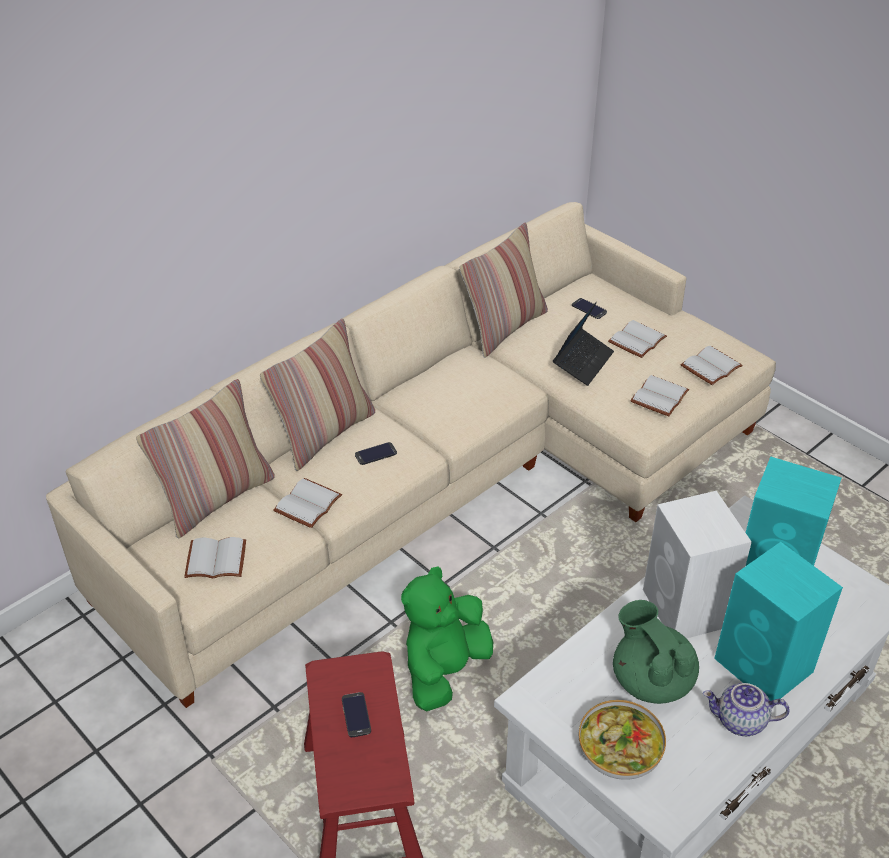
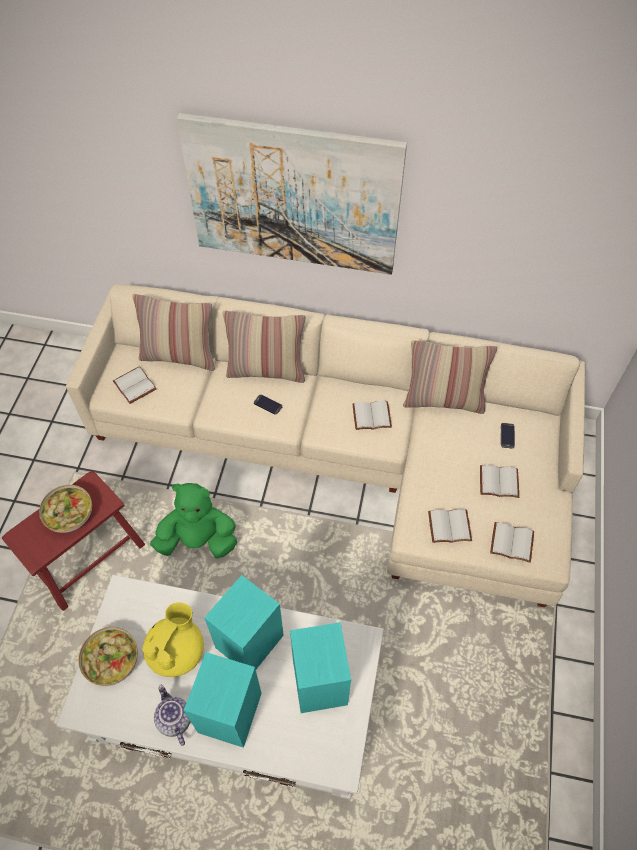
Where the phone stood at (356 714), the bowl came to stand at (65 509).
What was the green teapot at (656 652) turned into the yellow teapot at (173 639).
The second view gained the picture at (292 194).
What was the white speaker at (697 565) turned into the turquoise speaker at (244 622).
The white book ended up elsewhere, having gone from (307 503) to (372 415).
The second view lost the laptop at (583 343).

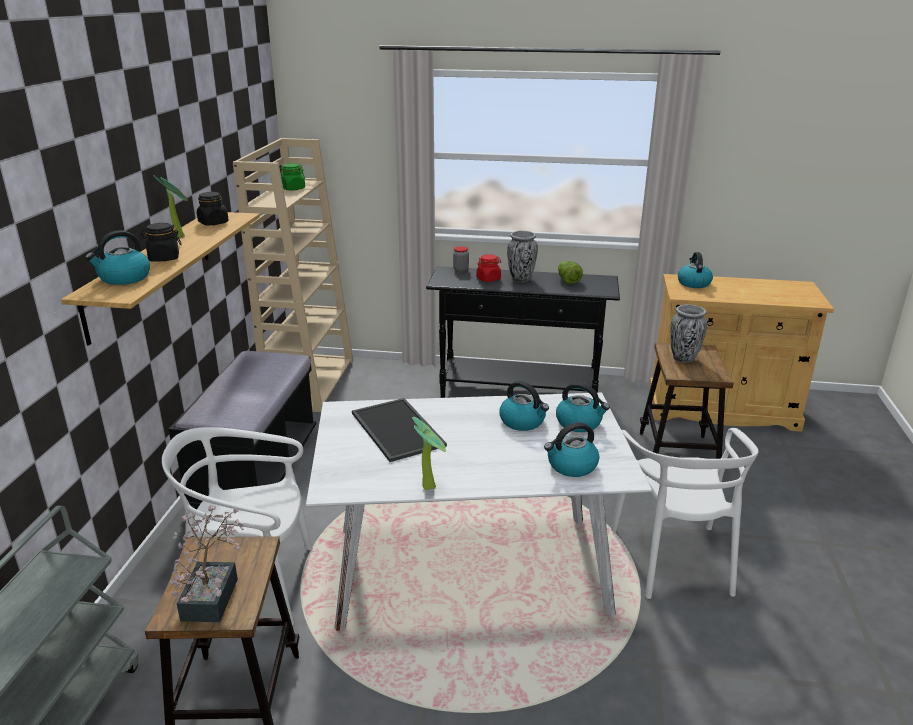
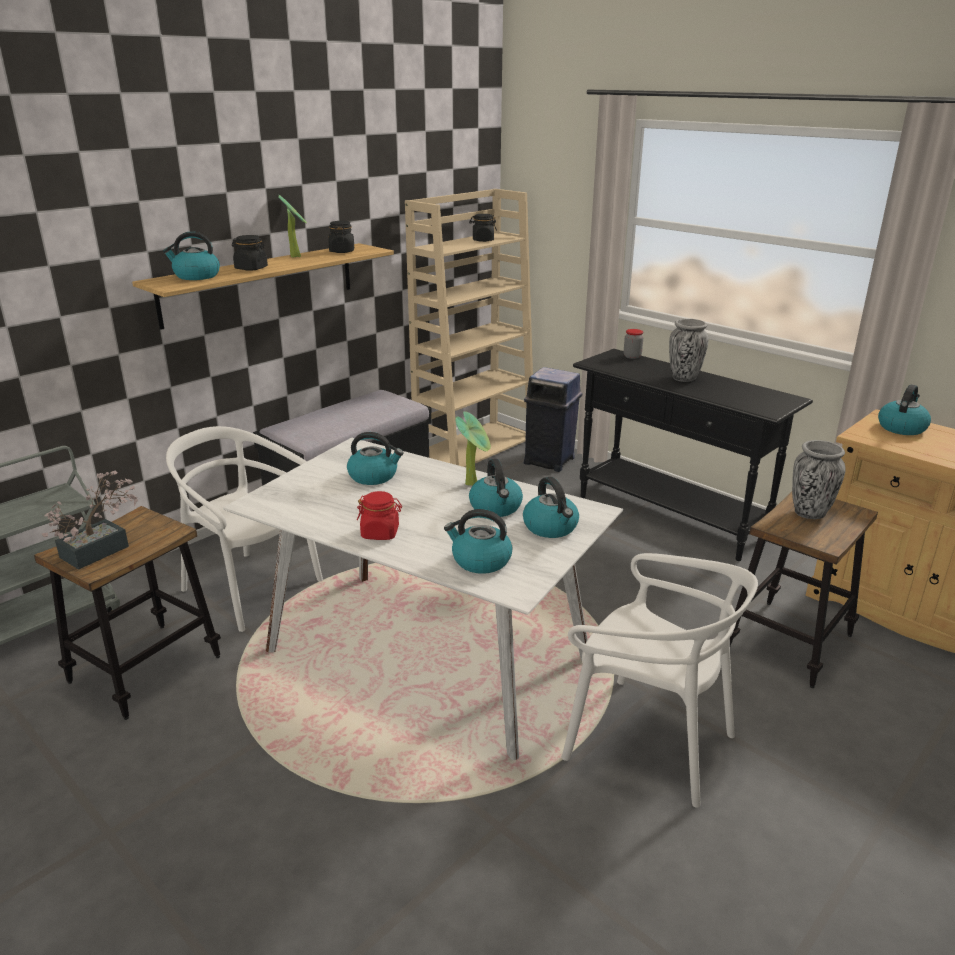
Where the tray stood at (399 430), the kettle came to stand at (375 458).
The red jar ended up elsewhere, having gone from (489 268) to (379 515).
The potted plant ended up elsewhere, having gone from (429 453) to (473 448).
What was the green jar at (292 177) turned into the black jar at (483 228).
The second view gained the blue trash can at (553 419).
The white chair at (684 513) ended up facing another way, 90 degrees counterclockwise from before.
The second view lost the lettuce at (570 272).

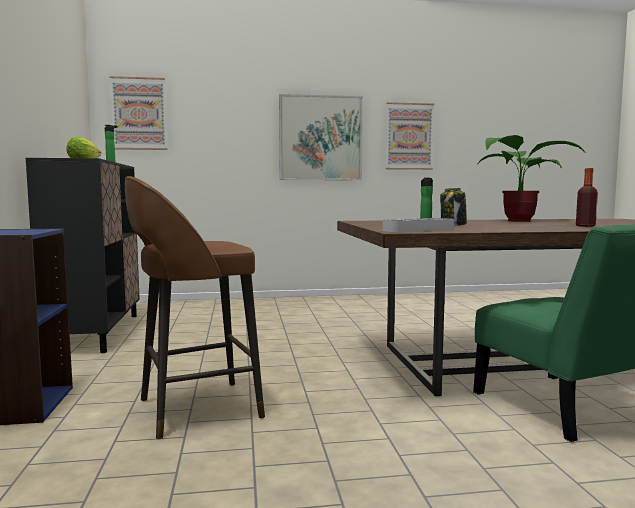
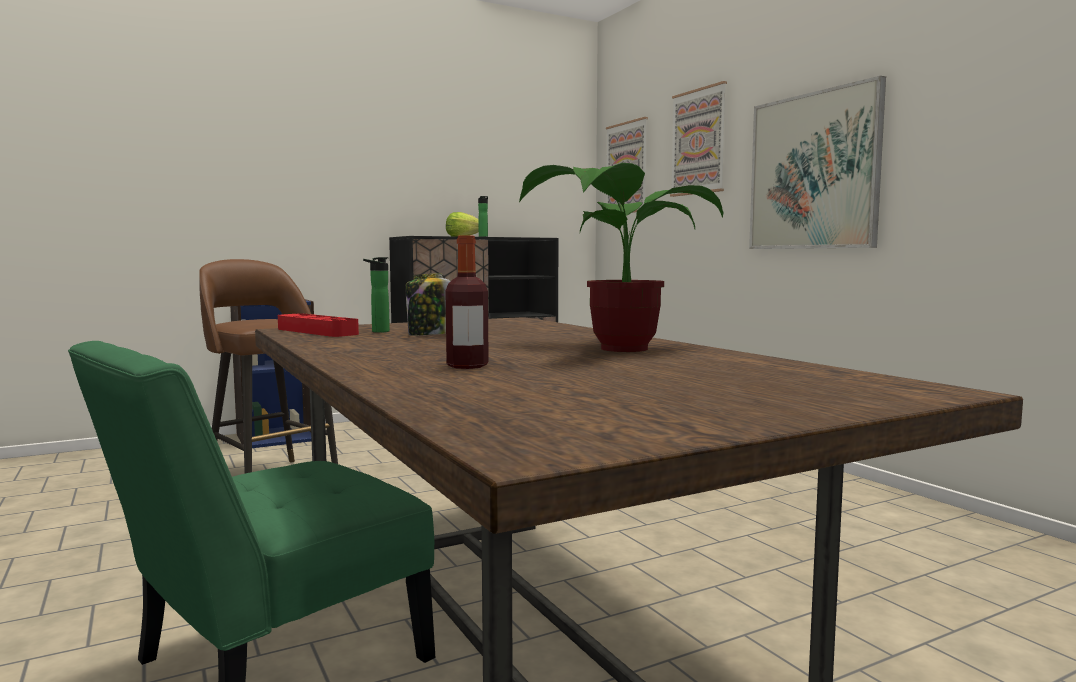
What was the grey tray at (418 225) turned into the red tray at (318 325).
The picture ended up elsewhere, having gone from (410 136) to (698 139).

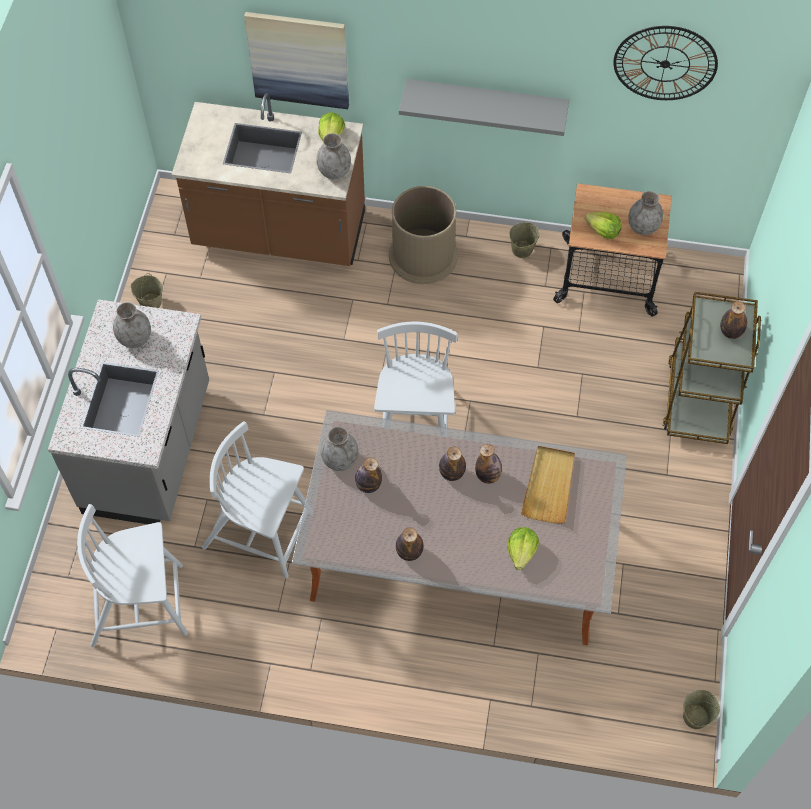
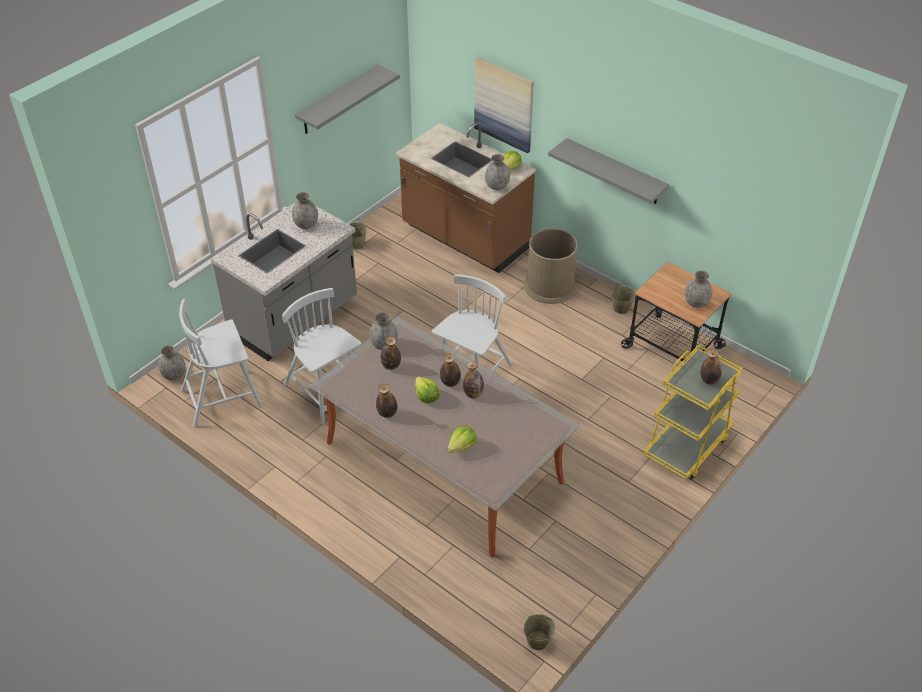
The second view gained the grey vase at (171 362).
The white chair at (132 575) ended up facing another way, 45 degrees counterclockwise from before.
The second view gained the grey shelf at (347 99).
The lettuce ended up elsewhere, having gone from (603 225) to (427 390).
What was the brown cart at (712 368) turned into the yellow cart at (693 412).
The second view lost the beige tray at (548 485).
The second view lost the wall clock at (665 63).

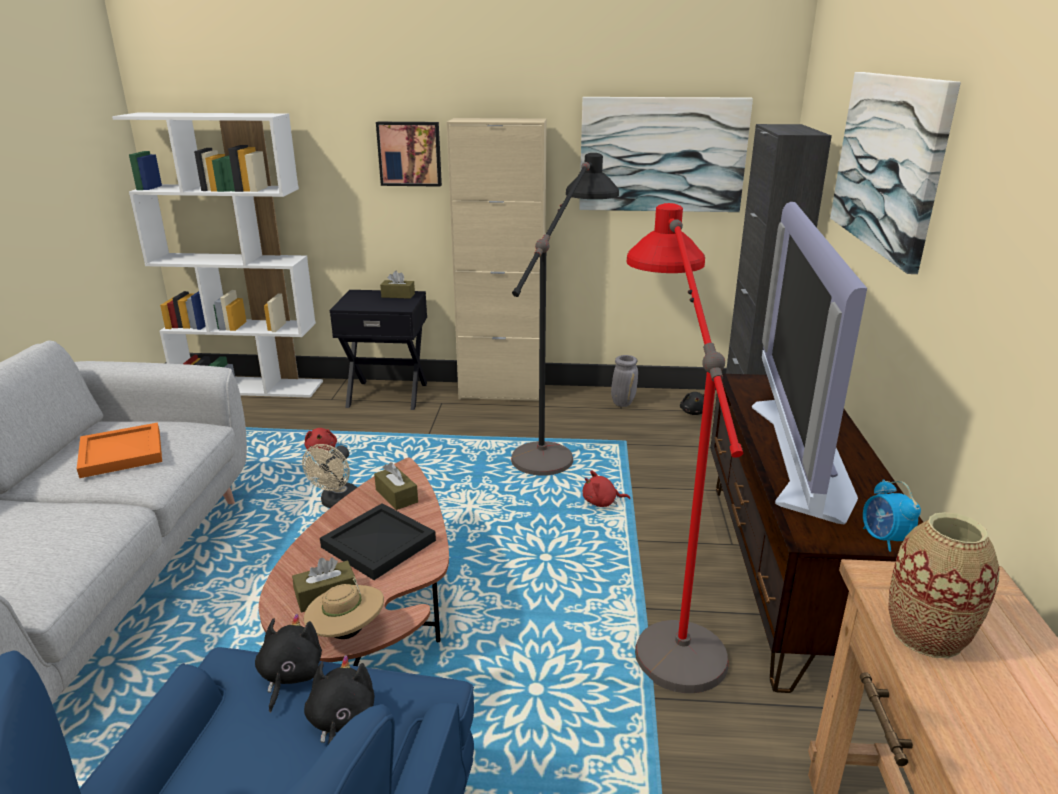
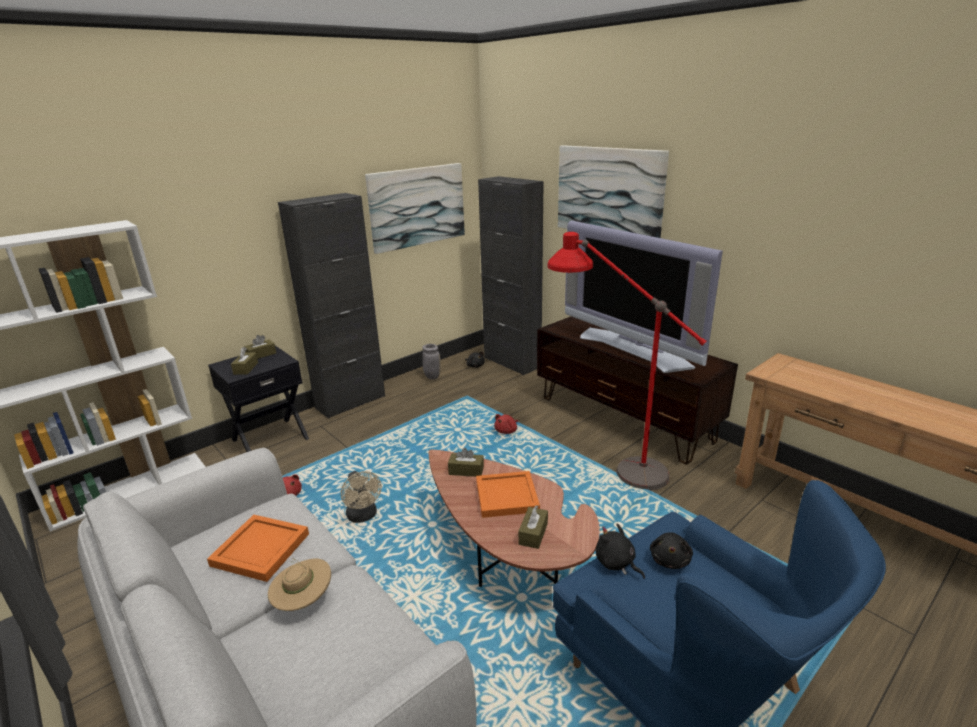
The second view gained the brown tissue box at (244 361).
The beige hat ended up elsewhere, having gone from (344 607) to (299 585).
What was the beige cabinet at (497 259) turned into the black cabinet at (331 306).
What was the black tray at (378 541) turned into the orange tray at (508 494).
The black plush toy at (339 699) ended up facing another way, 120 degrees counterclockwise from before.
The second view lost the picture at (409 154).
The second view lost the black floor lamp at (565 314).
The second view lost the alarm clock at (892 515).
The second view lost the vase at (944 585).

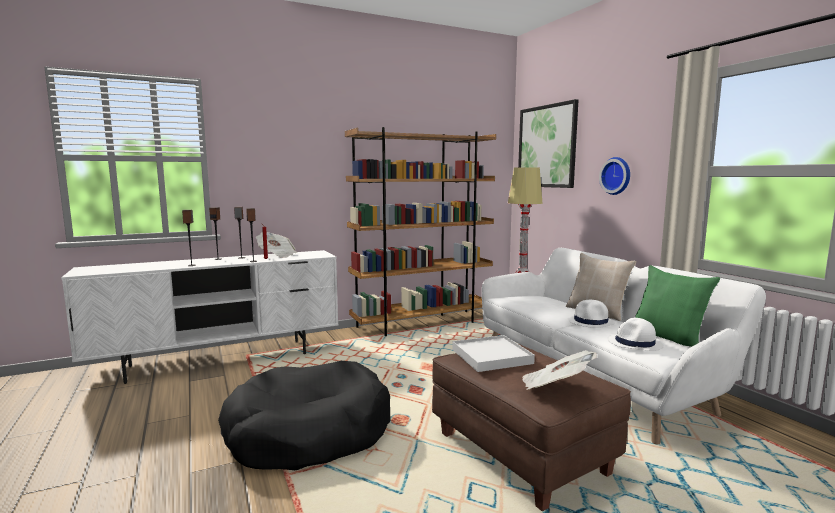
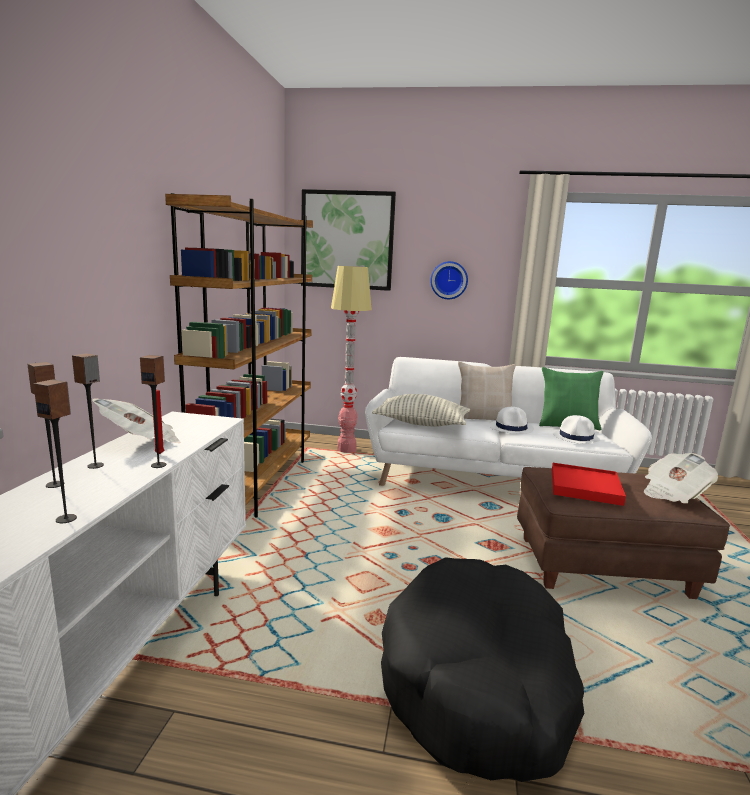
The second view gained the pillow at (421 410).
What was the white tray at (493 353) turned into the red tray at (589 484).

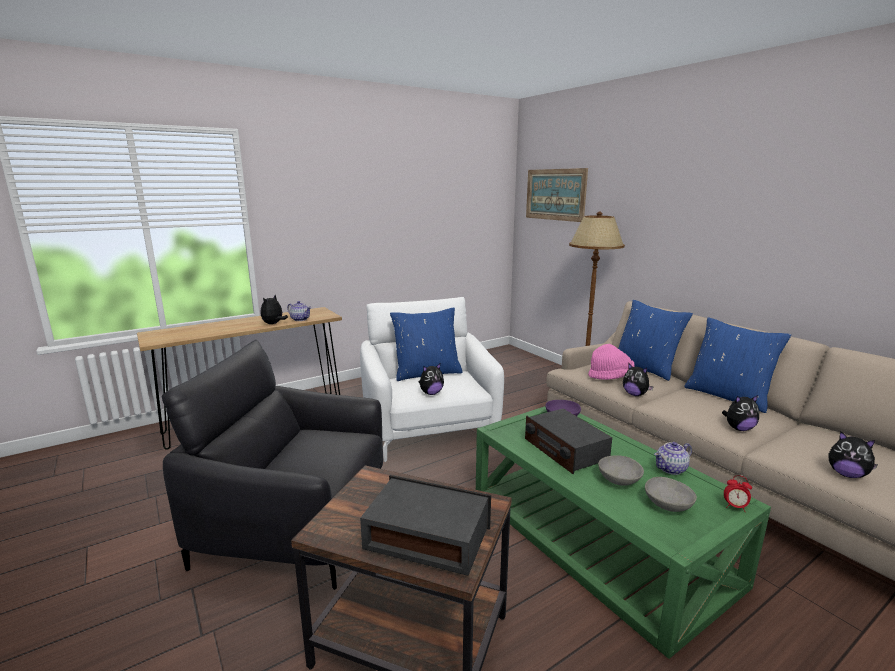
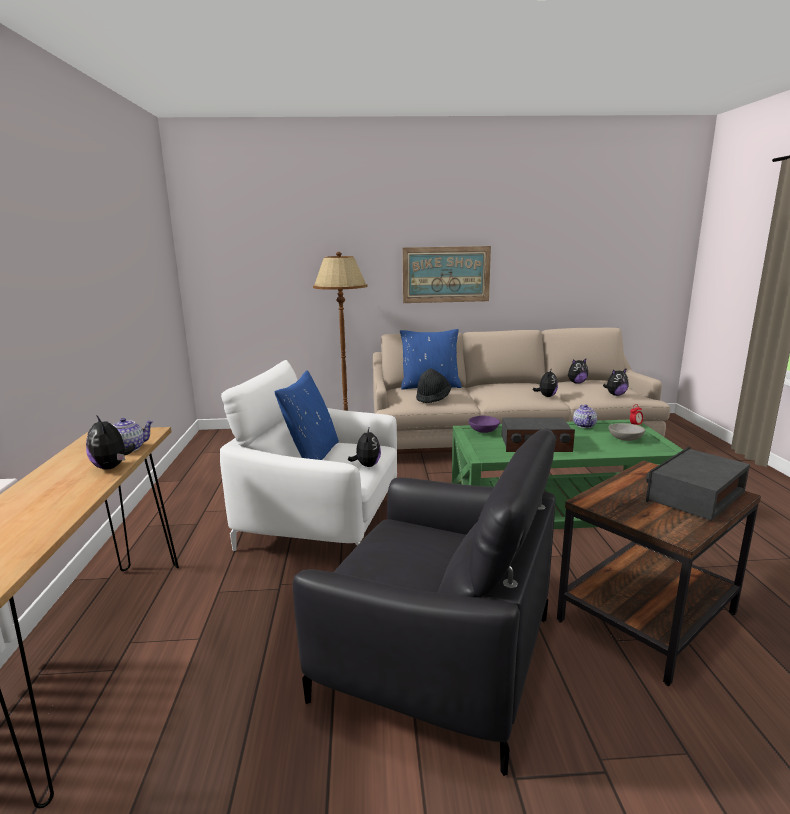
The black armchair at (272 465) ended up facing another way, 105 degrees counterclockwise from before.
The picture ended up elsewhere, having gone from (557 195) to (446 274).
What was the pink hat at (611 362) turned into the black hat at (433 385).
The plush toy ended up elsewhere, having gone from (638 380) to (578 371).
The second view lost the grey bowl at (621 470).
The second view lost the blue pillow at (737 365).

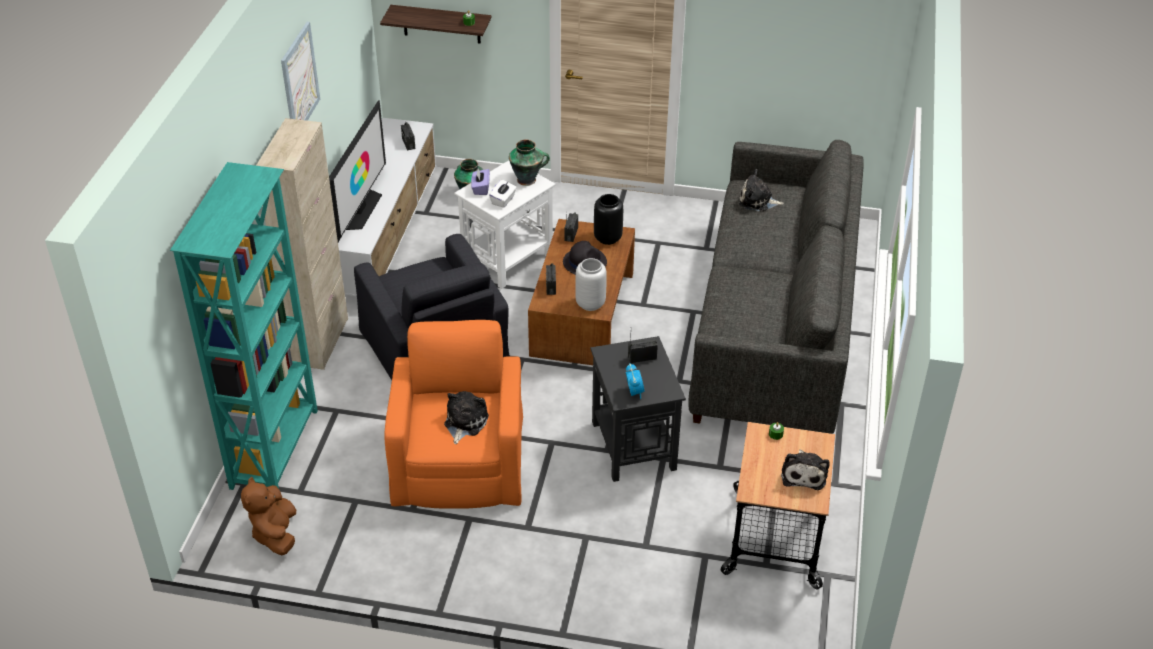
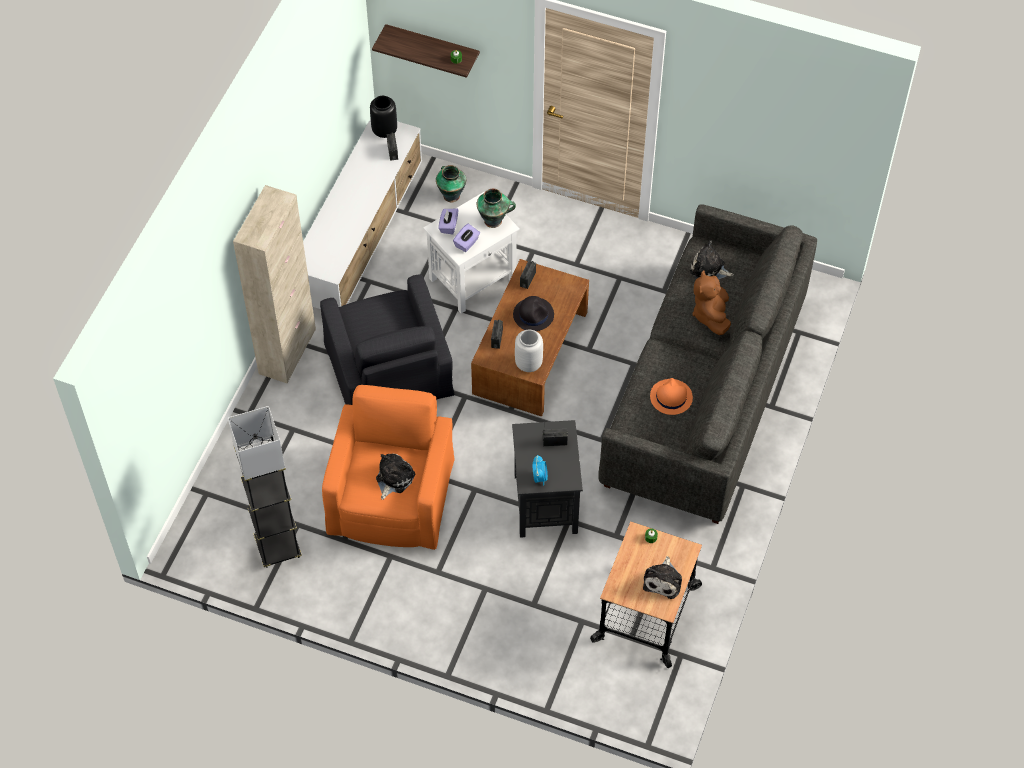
The second view gained the grey floor lamp at (265 487).
The black vase ended up elsewhere, having gone from (608 219) to (383 117).
What was the white tissue box at (503 194) turned into the purple tissue box at (466 237).
The second view gained the orange hat at (671 396).
The brown plush toy ended up elsewhere, having gone from (268 516) to (712 302).
The second view lost the turquoise bookcase at (244 326).
The second view lost the picture at (300 71).
The second view lost the television at (357 171).

